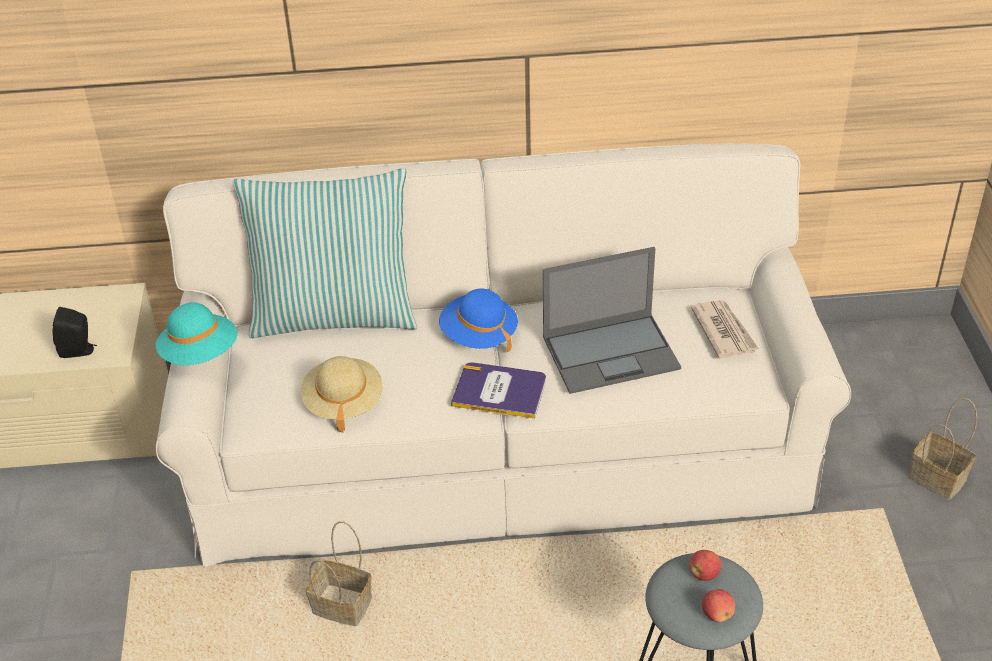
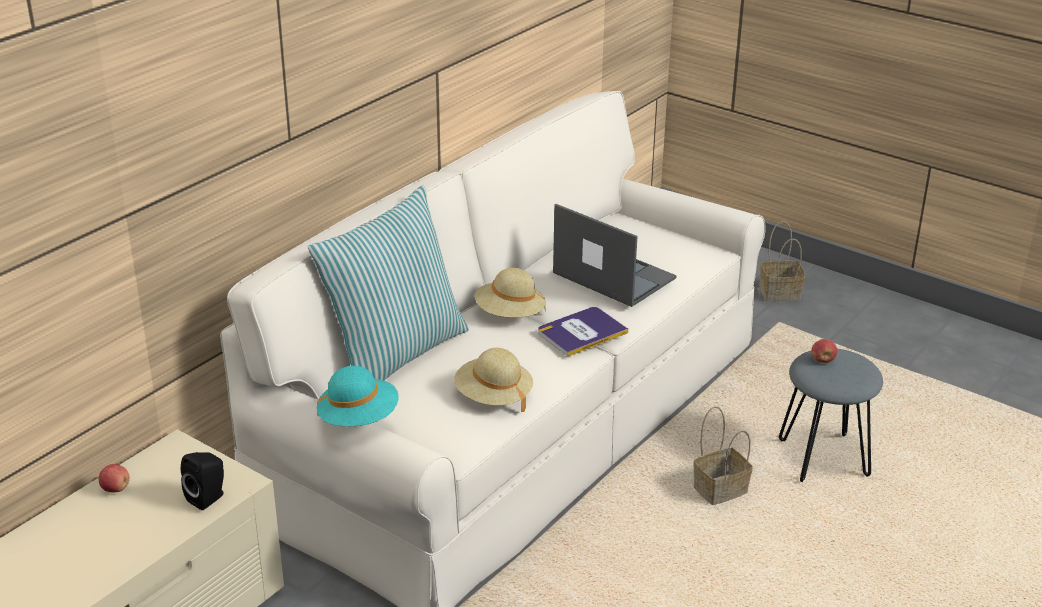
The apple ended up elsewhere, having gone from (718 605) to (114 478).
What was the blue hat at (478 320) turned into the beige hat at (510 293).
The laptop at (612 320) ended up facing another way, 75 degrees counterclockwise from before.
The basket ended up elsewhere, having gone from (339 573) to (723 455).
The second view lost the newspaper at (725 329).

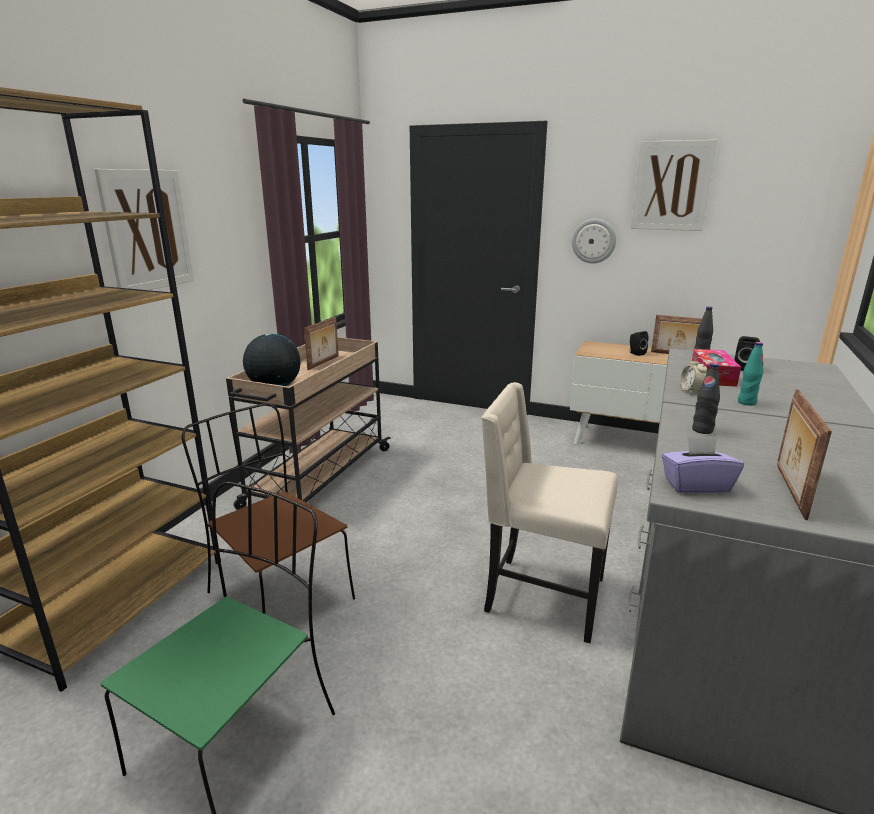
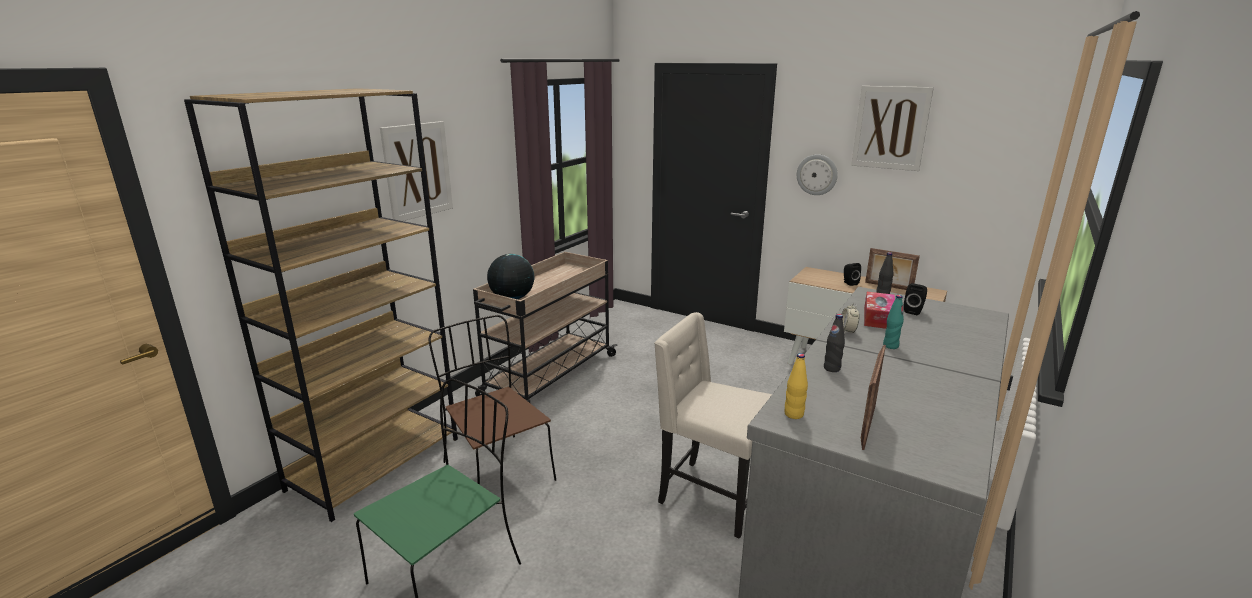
Where the purple tissue box stood at (703 464), the yellow bottle came to stand at (796 386).
The second view lost the picture frame at (321 343).

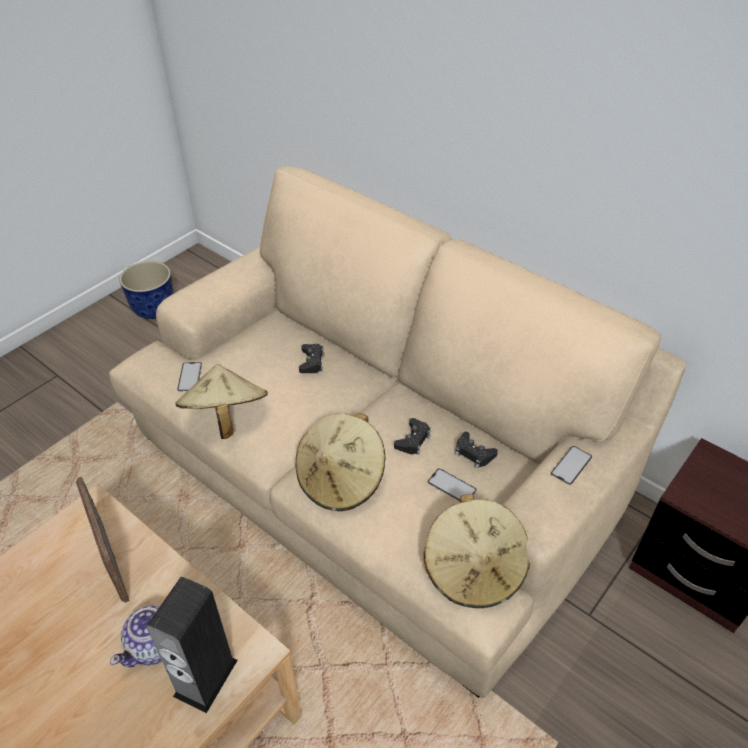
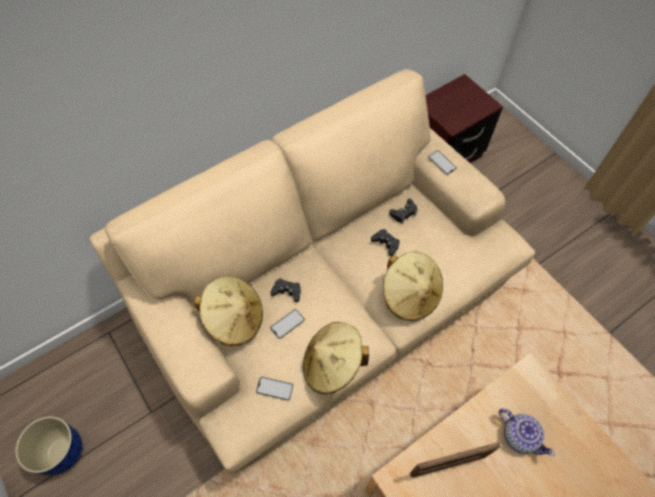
The beige hat ended up elsewhere, having gone from (477 551) to (228 311).
The phone ended up elsewhere, having gone from (452 484) to (287 324).
The second view lost the speaker at (192 645).

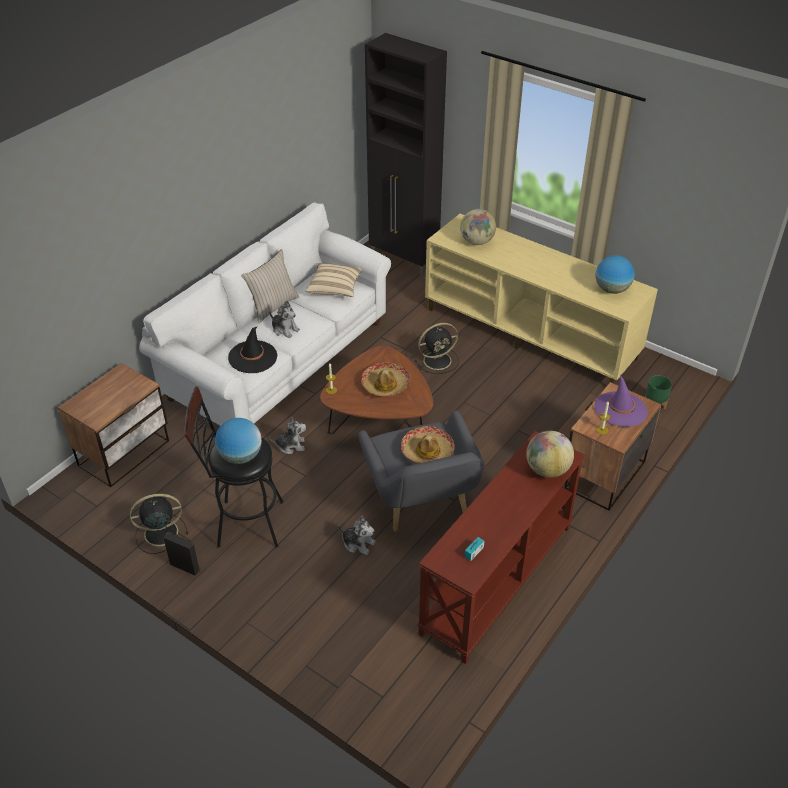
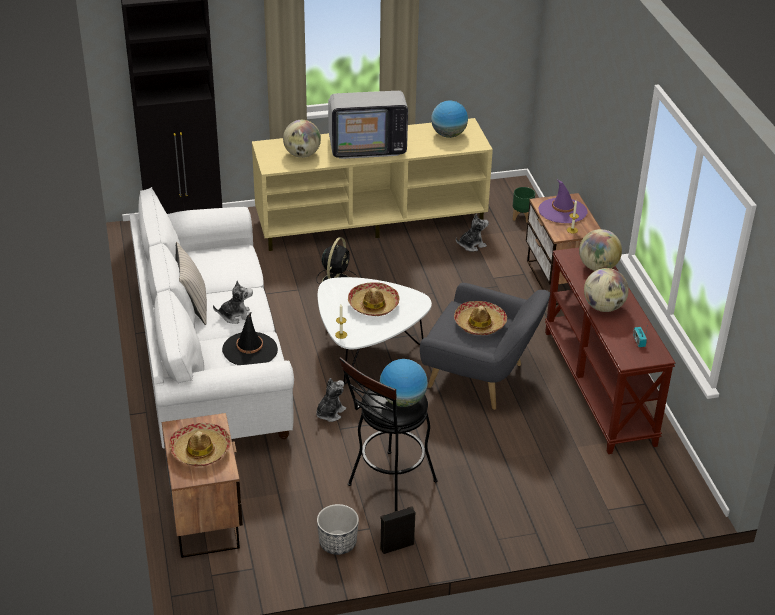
The second view gained the hat at (200 445).
Where the black fan stood at (159 524), the planter came to stand at (338 529).
What was the brown coffee table at (376 390) turned into the white coffee table at (375 330).
The second view gained the television at (368 125).
The plush toy ended up elsewhere, having gone from (357 535) to (472 233).
The second view gained the globe at (606 290).
The second view lost the beige pillow at (334 280).

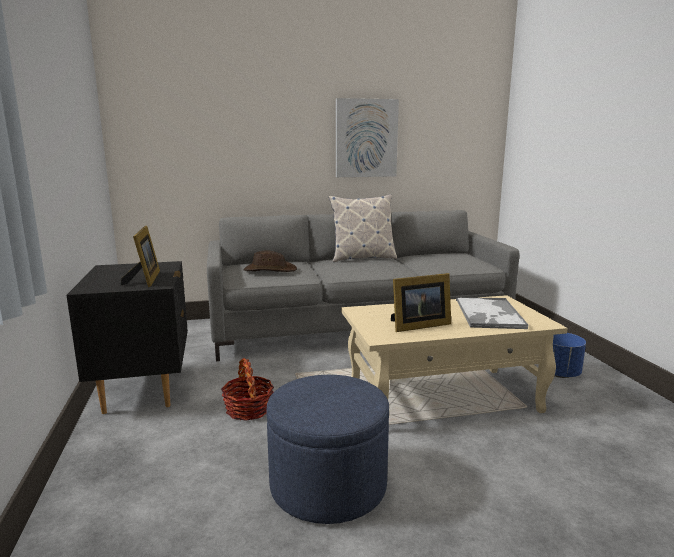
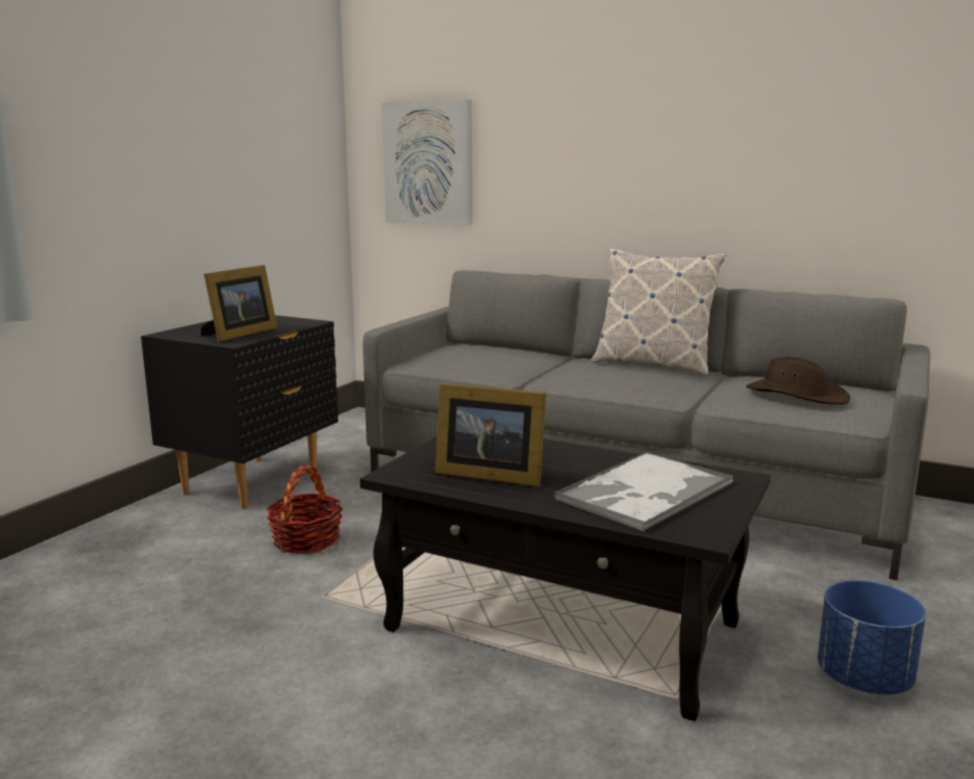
What was the beige coffee table at (454 354) turned into the black coffee table at (565 578).
The picture ended up elsewhere, having gone from (367 137) to (427 162).
The brown hat ended up elsewhere, having gone from (270 261) to (798 381).
The second view lost the blue ottoman at (327 449).

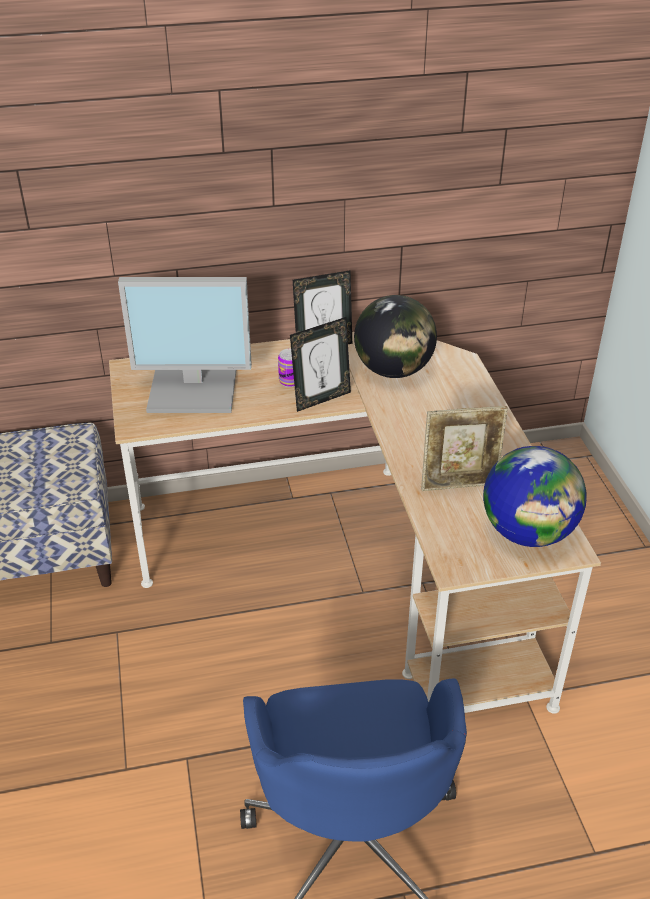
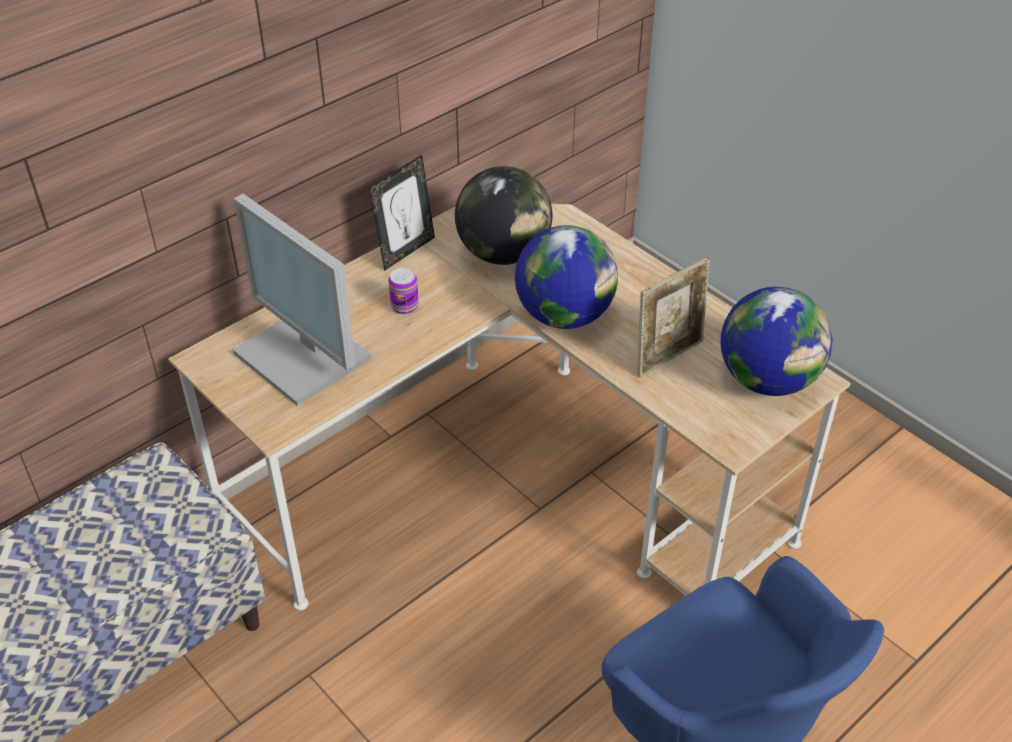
The monitor at (185 345) ended up facing another way, 75 degrees clockwise from before.
The second view gained the globe at (566 277).
The second view lost the picture frame at (320 364).

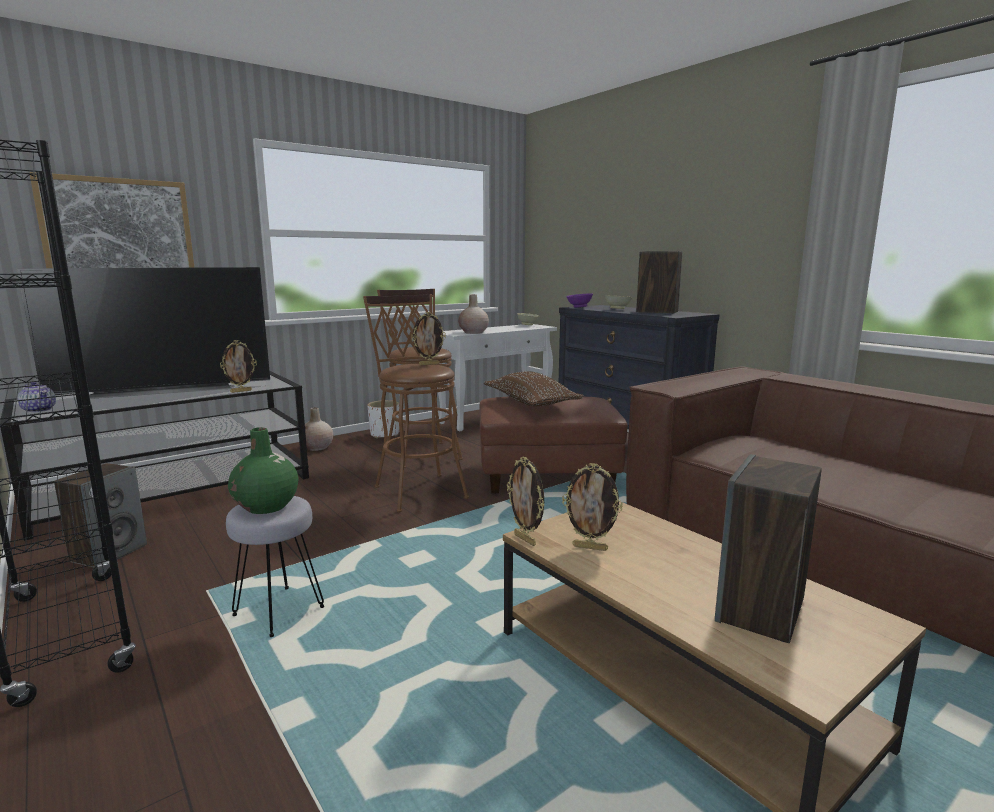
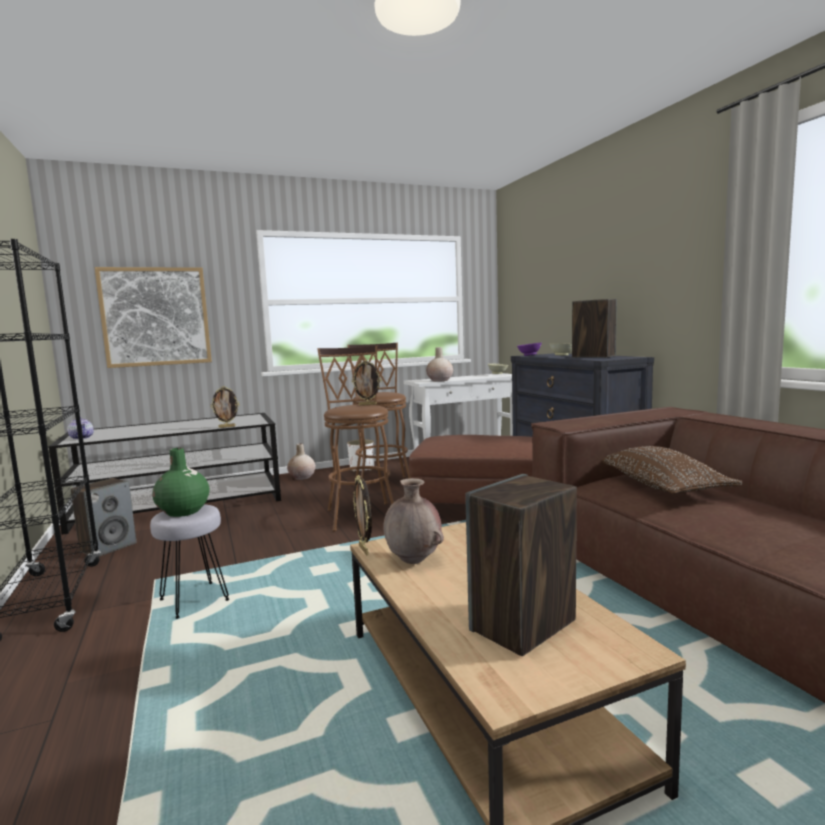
Where the picture frame stood at (592 507), the brown vase came to stand at (413 521).
The brown pillow ended up elsewhere, having gone from (534 389) to (672 470).
The second view lost the television at (143 333).

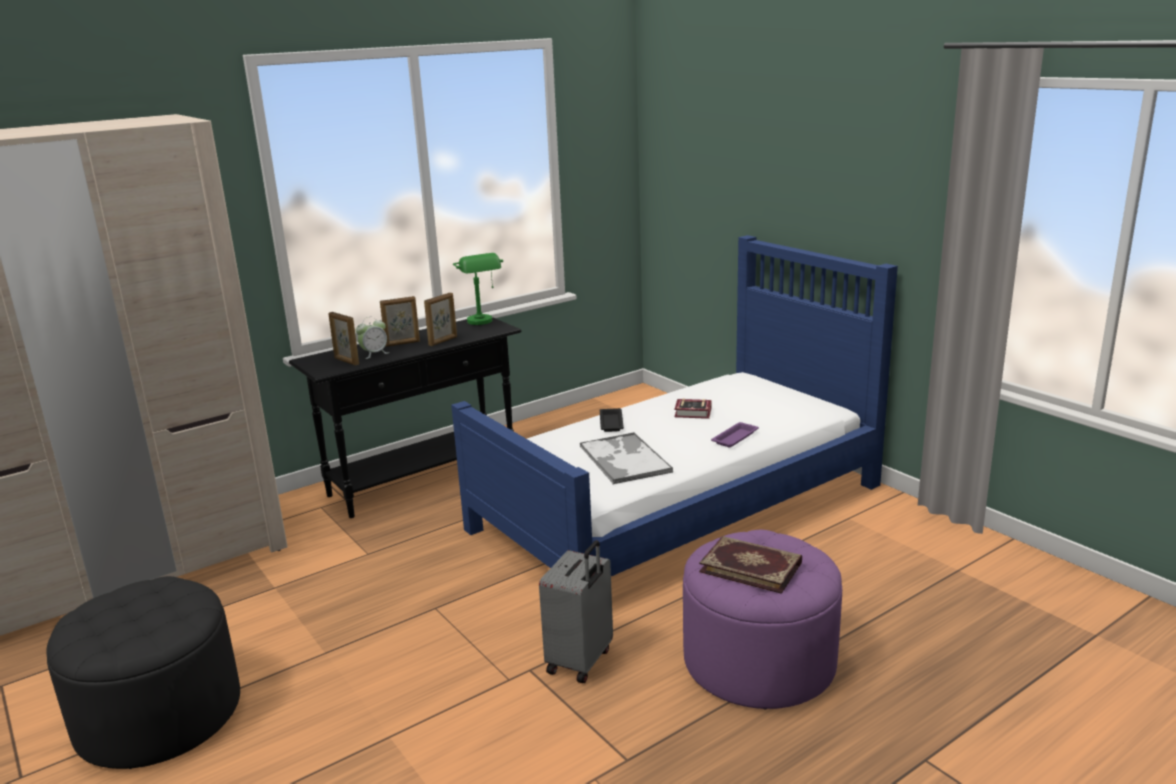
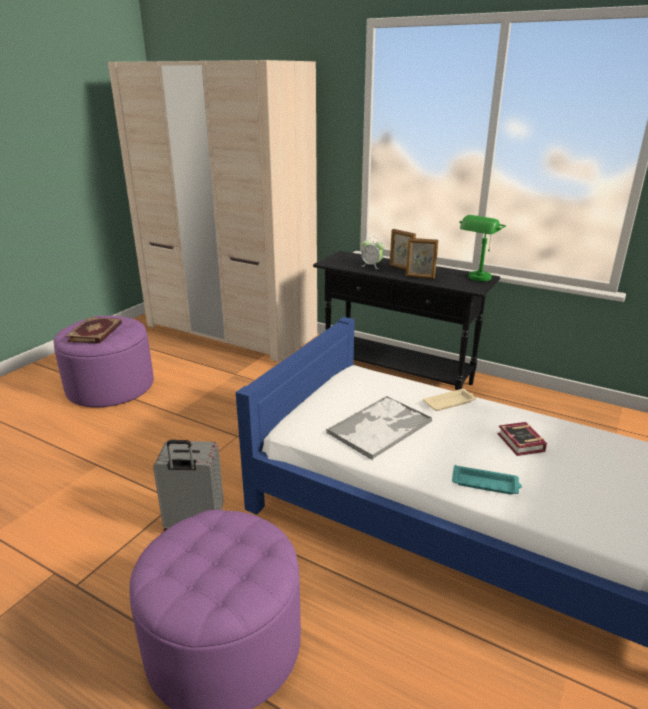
What was the black ottoman at (143 672) turned into the purple ottoman at (104 361).
The book ended up elsewhere, having gone from (750 565) to (93 330).
What was the black tray at (612 420) turned into the beige tray at (449 400).
What was the purple tray at (735 434) turned into the turquoise tray at (487 479).
The second view lost the picture frame at (343 339).

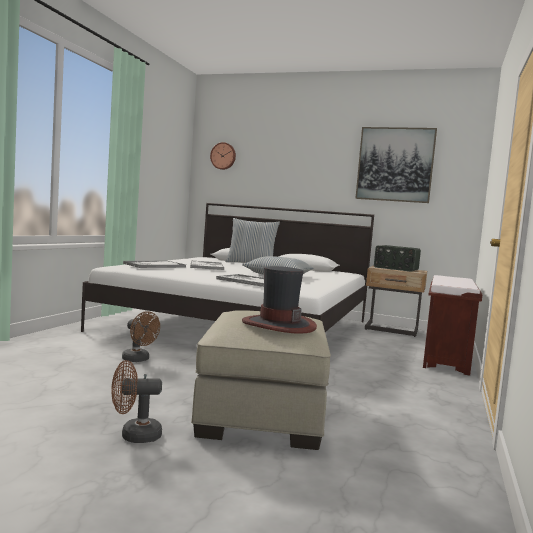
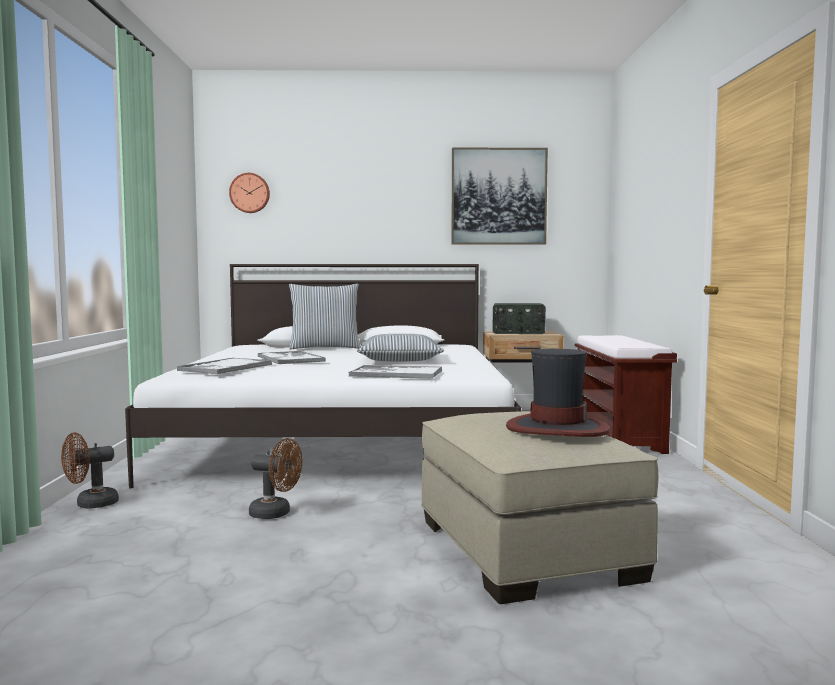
The brown fan ended up elsewhere, having gone from (136 401) to (90 470).

